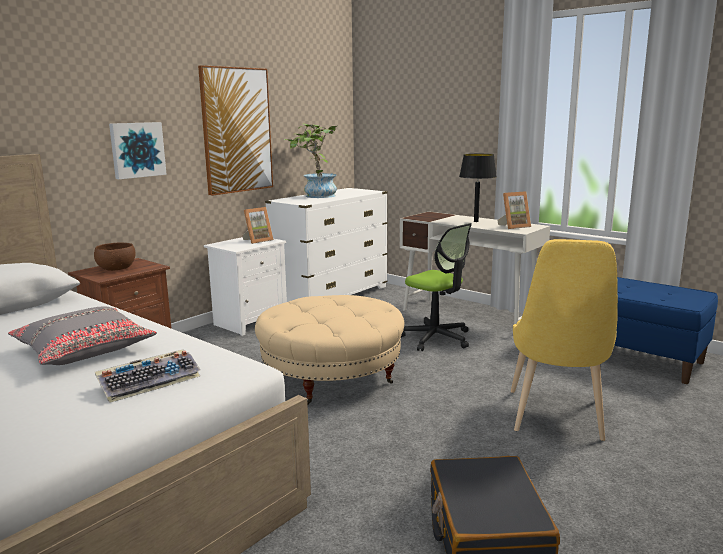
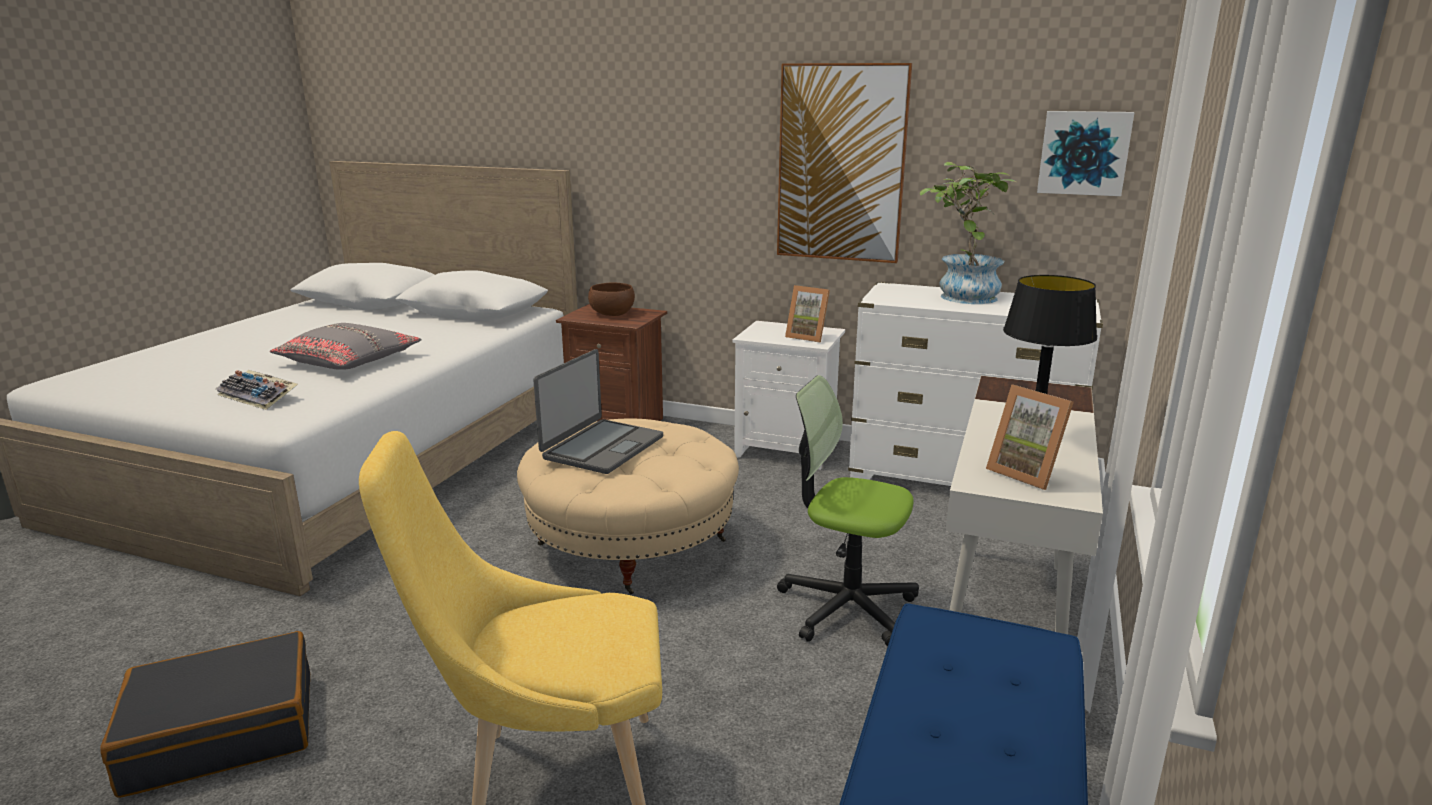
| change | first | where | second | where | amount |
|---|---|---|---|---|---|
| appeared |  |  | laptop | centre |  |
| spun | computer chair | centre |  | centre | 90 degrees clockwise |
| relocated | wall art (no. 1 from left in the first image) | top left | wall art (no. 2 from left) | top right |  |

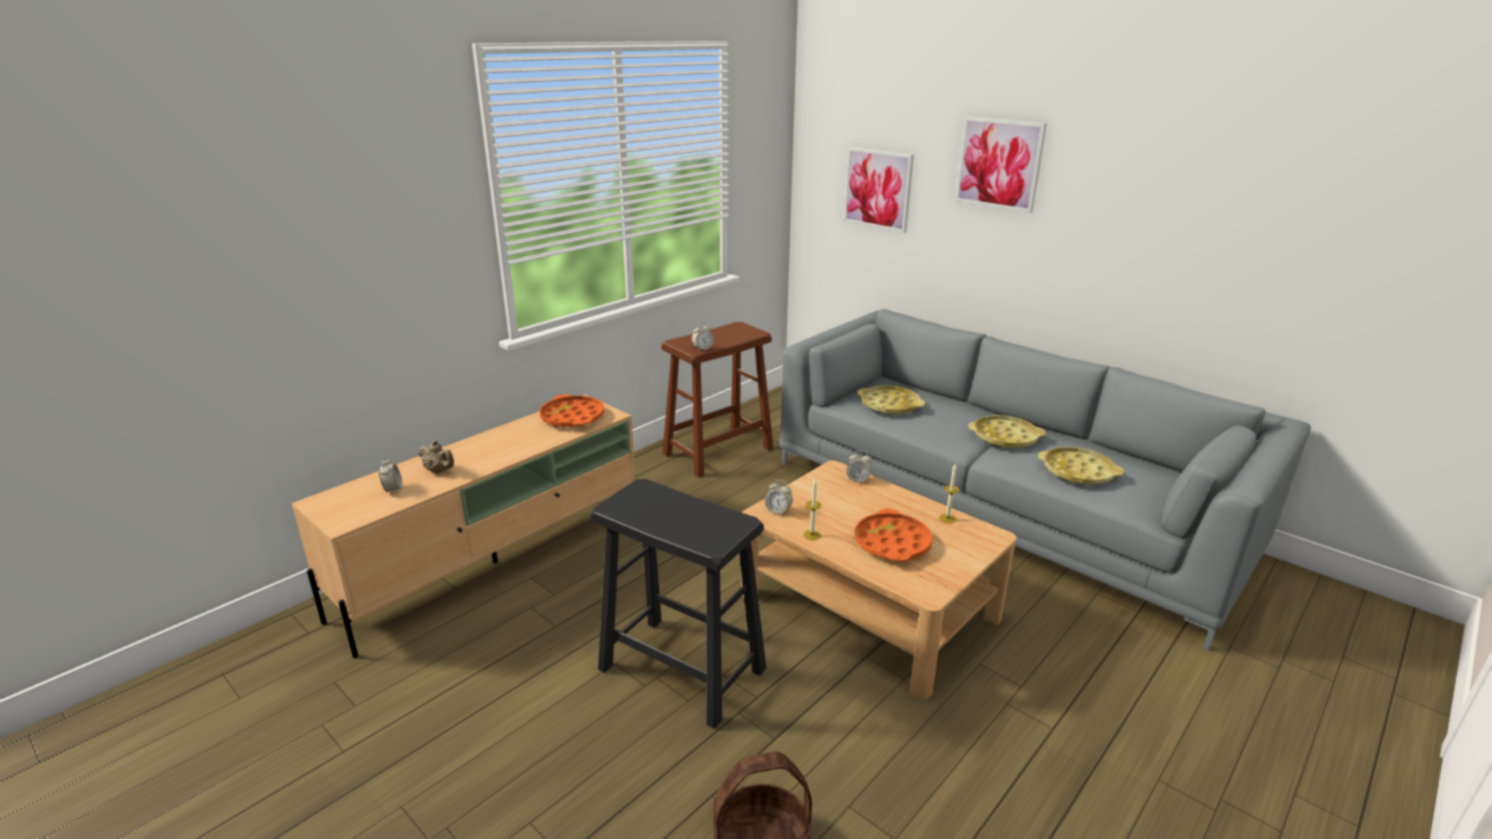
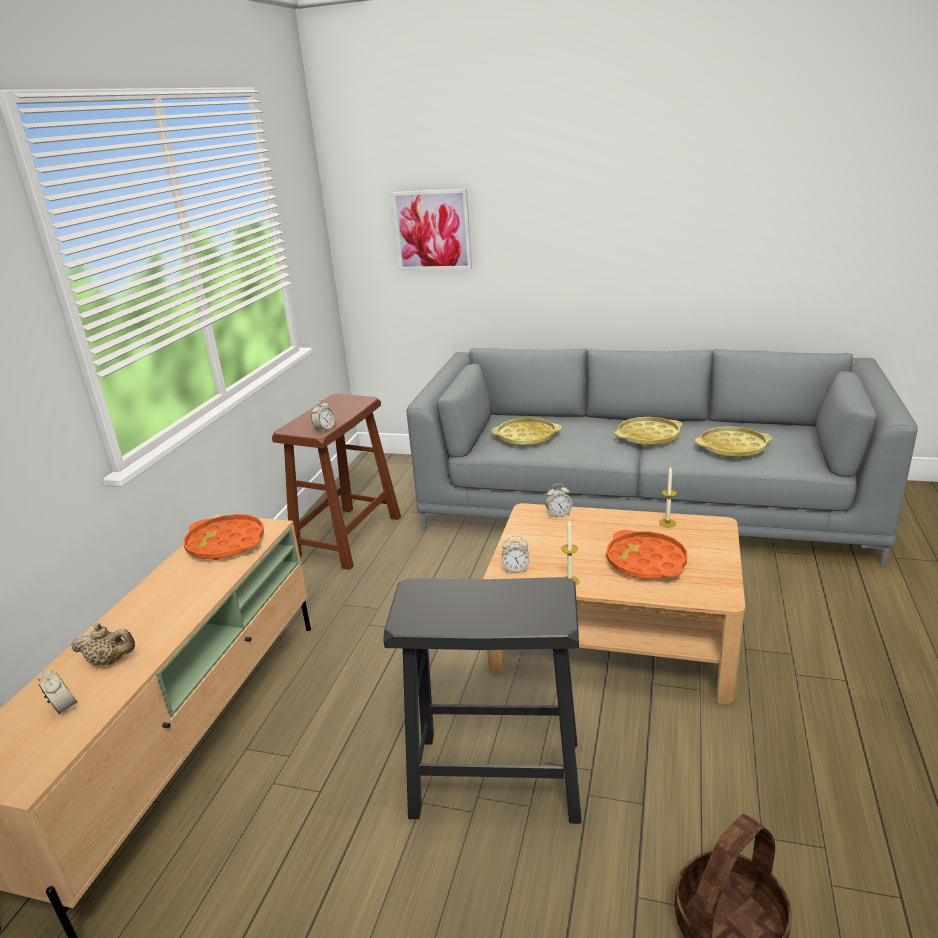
| change | first | where | second | where | amount |
|---|---|---|---|---|---|
| missing | wall art (no. 2 from left) | top right |  |  |  |

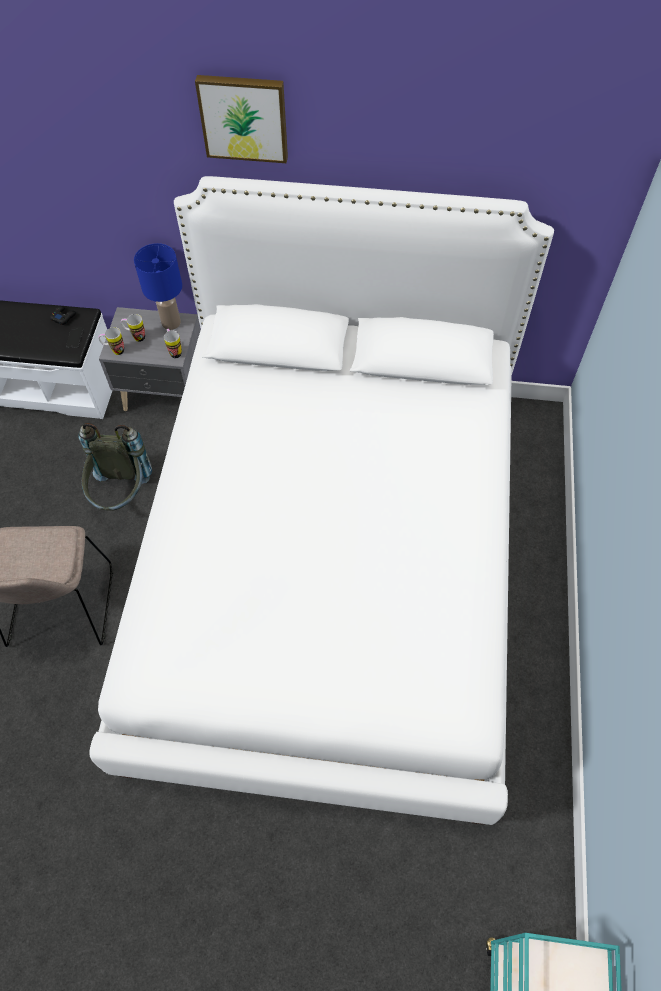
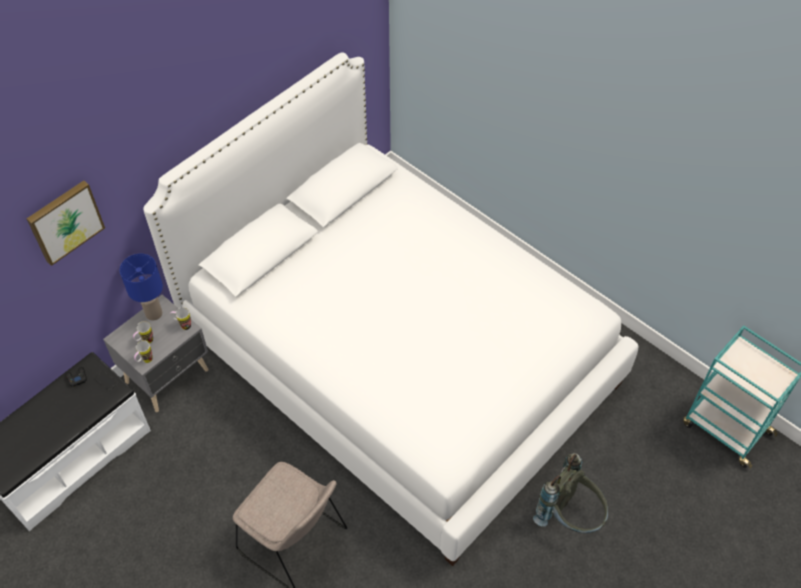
| change | first | where | second | where | amount |
|---|---|---|---|---|---|
| relocated | wall art | top centre |  | middle left |  |
| relocated | knapsack in gray | middle left |  | bottom right |  |

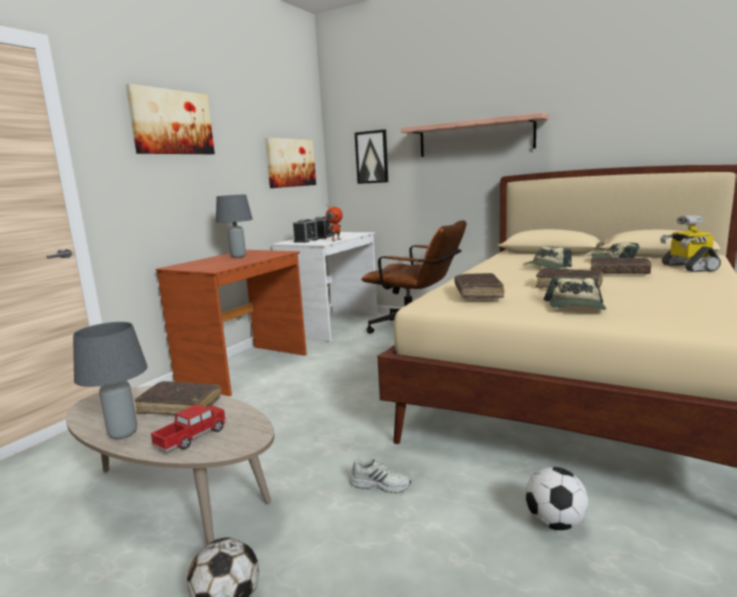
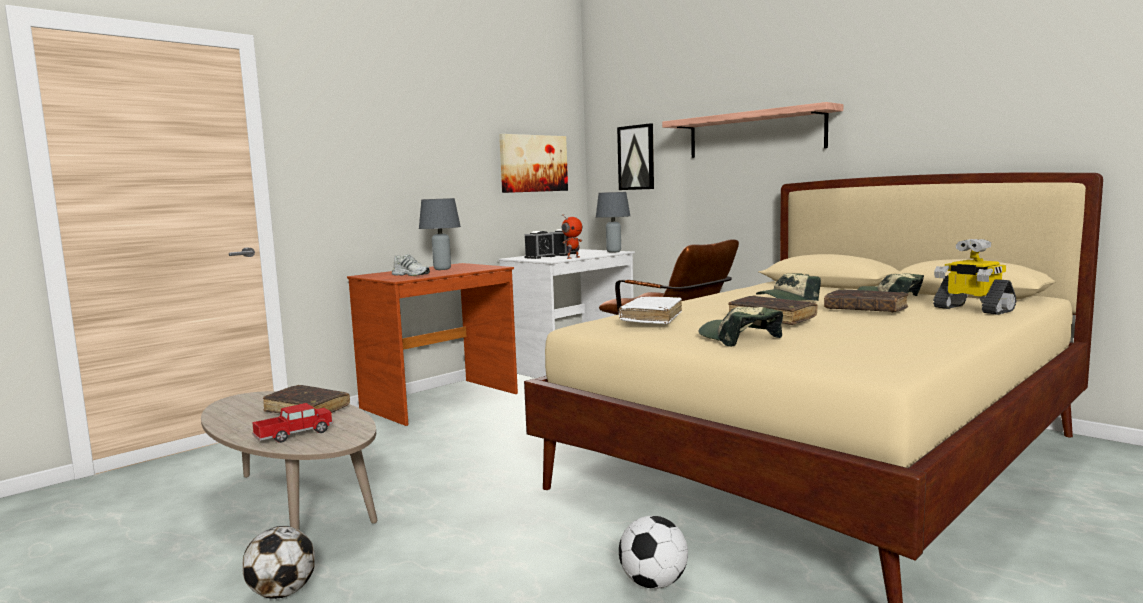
| change | first | where | second | where | amount |
|---|---|---|---|---|---|
| relocated | low shoe in white | bottom centre |  | centre |  |
| relocated | lamp for a table in gray (no. 1 from left in the first image) | middle left | lamp for a table in gray (no. 2 from left) | centre |  |
| colour | bound book in brownish (no. 2 from left) | centre | bound book in white | centre |  |
| spun | baseball cap (no. 2 from left in the first image) | middle right | baseball cap (no. 1 from left) | centre | 120 degrees clockwise |
| spun | toy robot (no. 2 from left) | middle right |  | middle right | 45 degrees counterclockwise |
| missing | wall art (no. 1 from left) | top left |  |  |  |

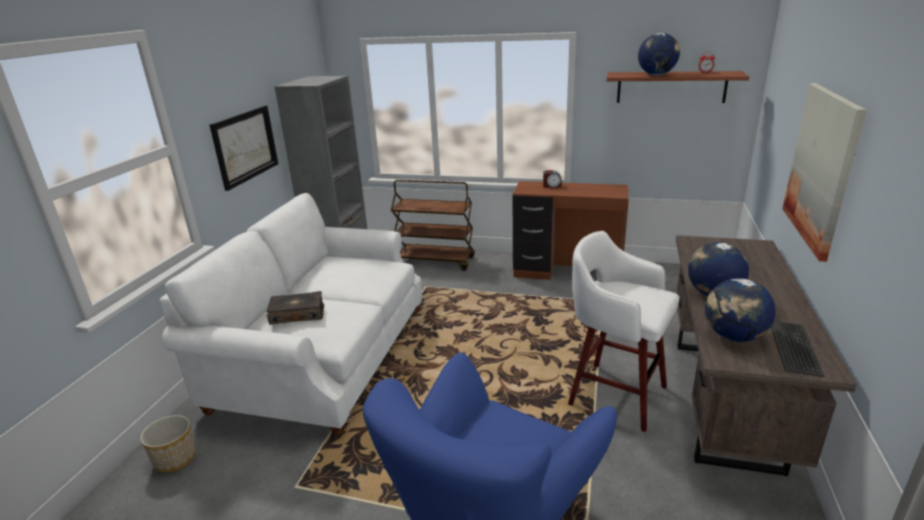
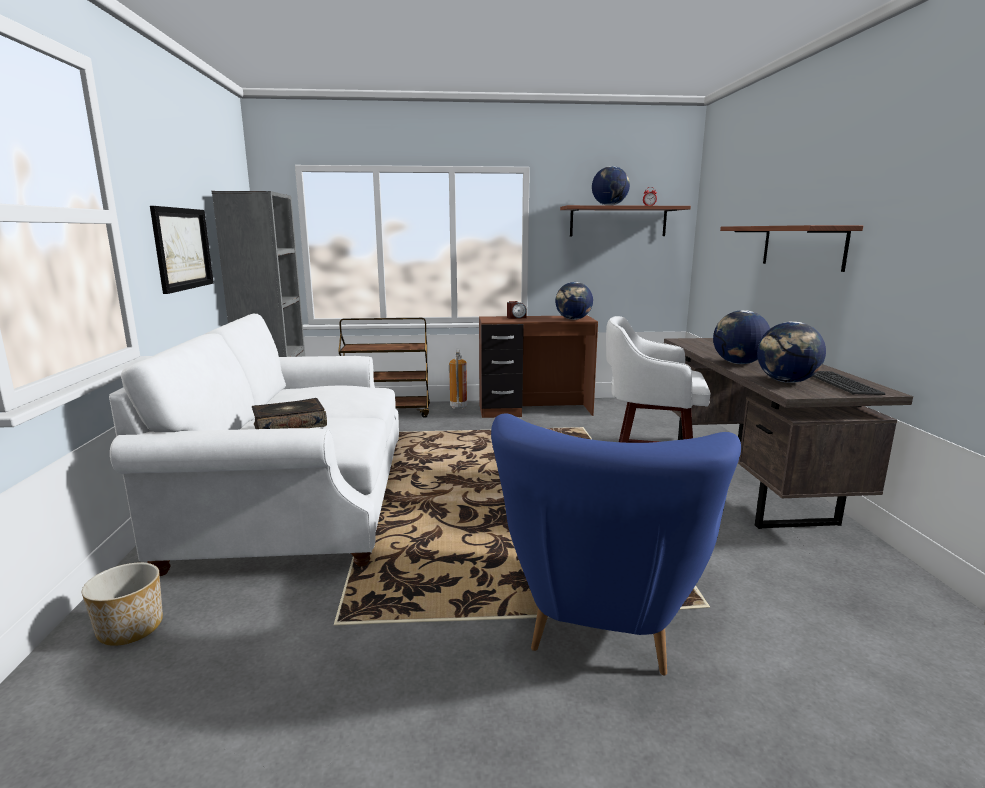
| change | first | where | second | where | amount |
|---|---|---|---|---|---|
| appeared |  |  | extinguisher | centre |  |
| appeared |  |  | world globe (no. 1 from left) | centre |  |
| exchanged | wall art (no. 2 from left) | top right | bracket shelf (no. 2 from left) | top right |  |

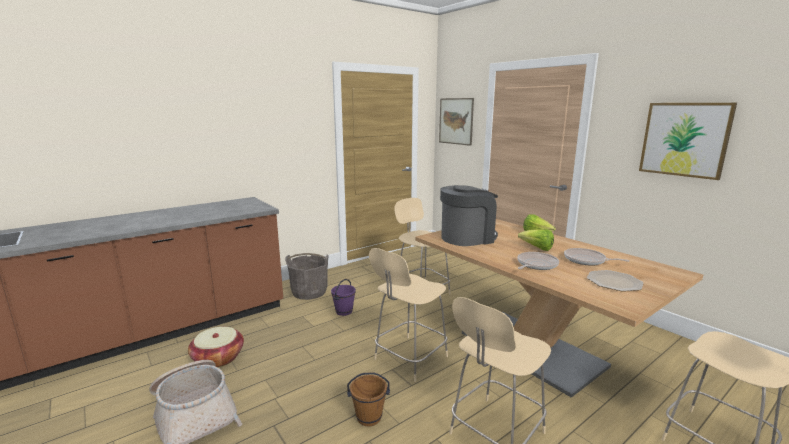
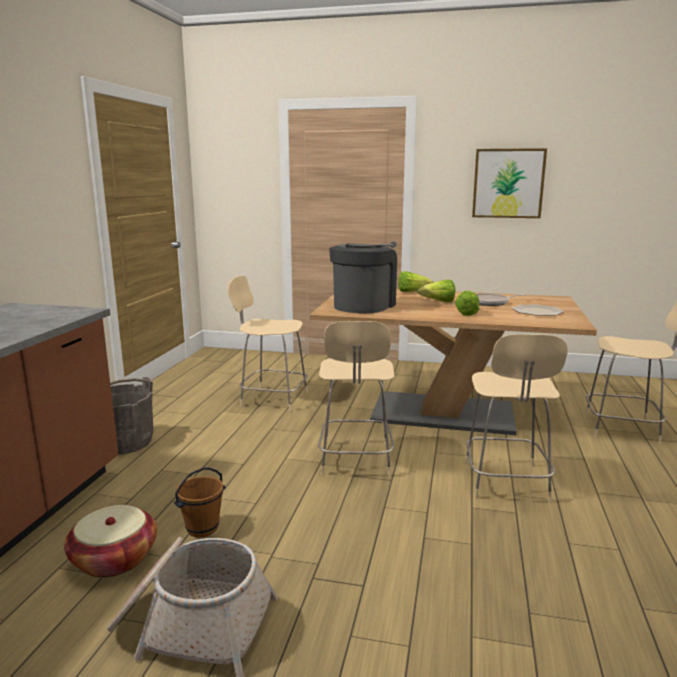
| change | first | where | second | where | amount |
|---|---|---|---|---|---|
| relocated | pail in brownish | bottom centre |  | bottom left |  |
| exchanged | pan (no. 1 from left) | middle right | lettuce head (no. 3 from left) | middle right |  |
| missing | pail in purplish | bottom centre |  |  |  |
| missing | wall art (no. 1 from left) | top centre |  |  |  |

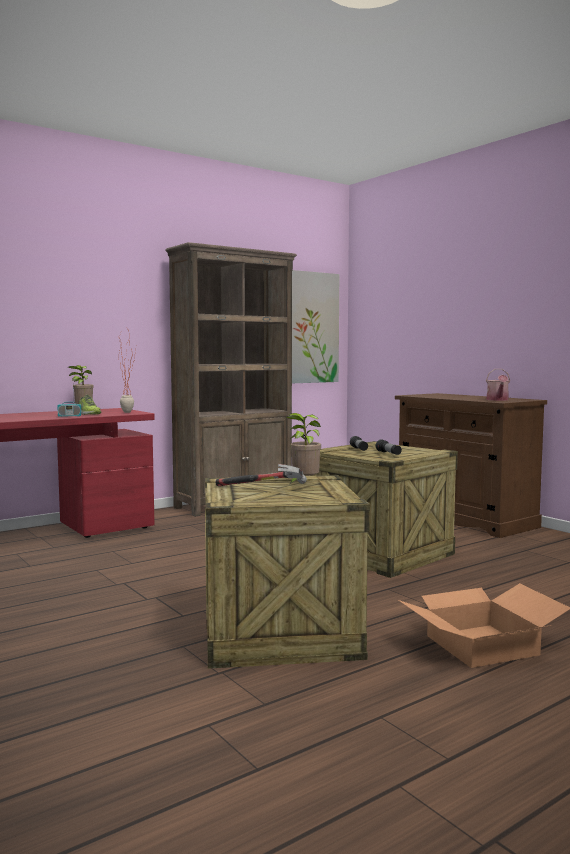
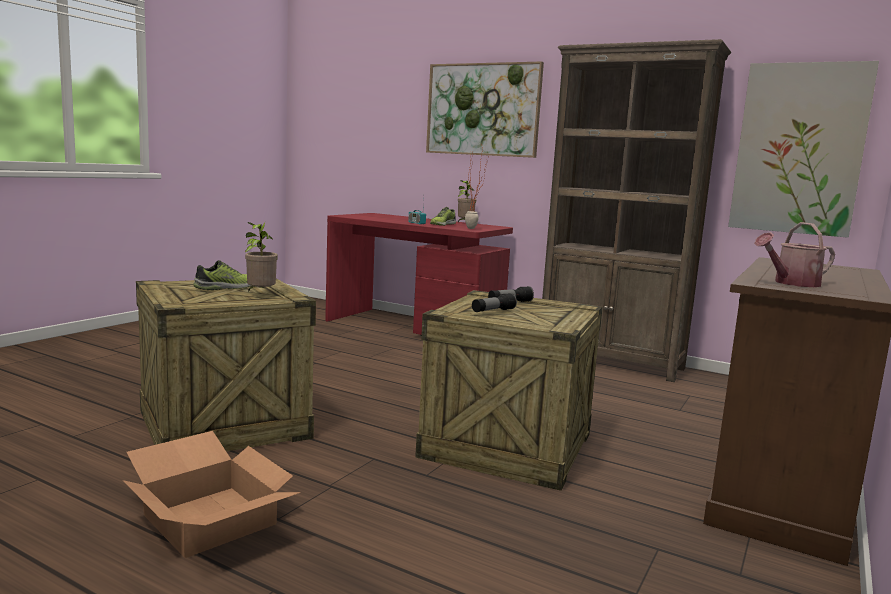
| change | first | where | second | where | amount |
|---|---|---|---|---|---|
| exchanged | tool hammer | centre | low shoe (no. 1 from left) | middle left |  |
| appeared |  |  | wall art (no. 1 from left) | top centre |  |

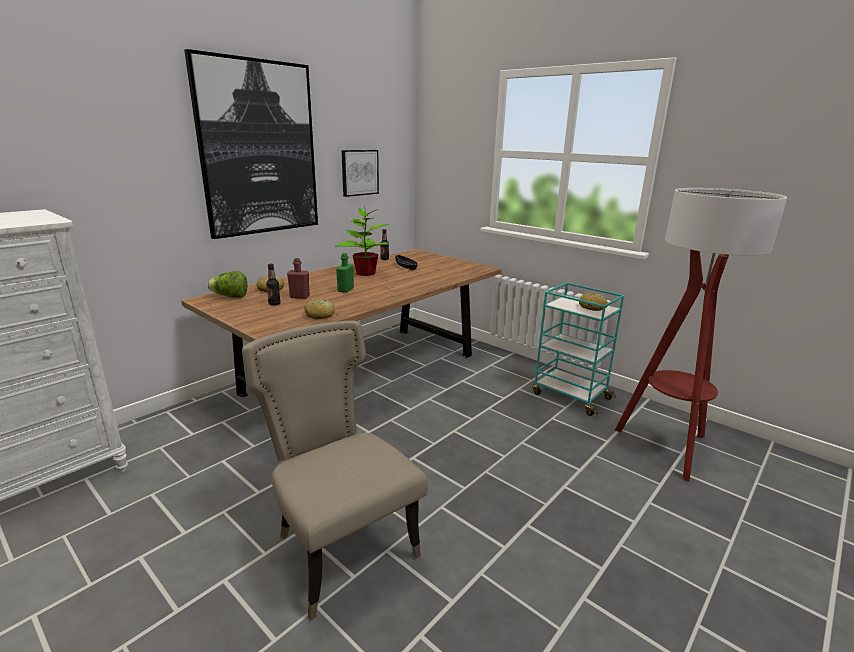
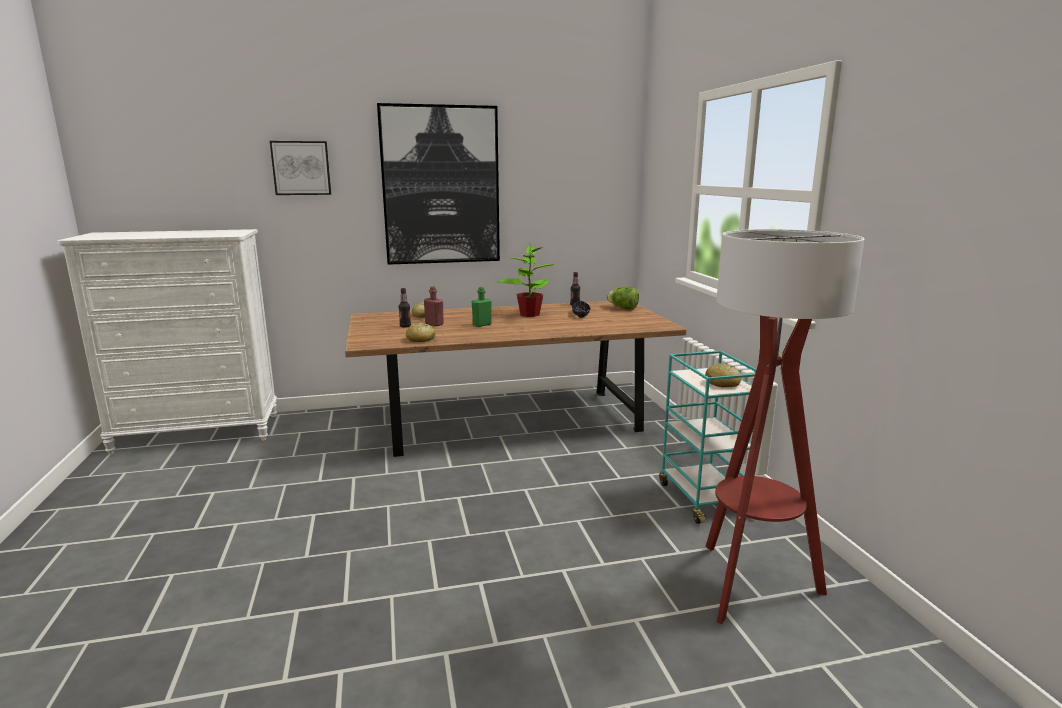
| change | first | where | second | where | amount |
|---|---|---|---|---|---|
| relocated | wall art (no. 2 from left in the first image) | top centre | wall art (no. 1 from left) | top left |  |
| relocated | lettuce head | middle left |  | centre |  |
| missing | plain chair in sand-coloured | bottom centre |  |  |  |

